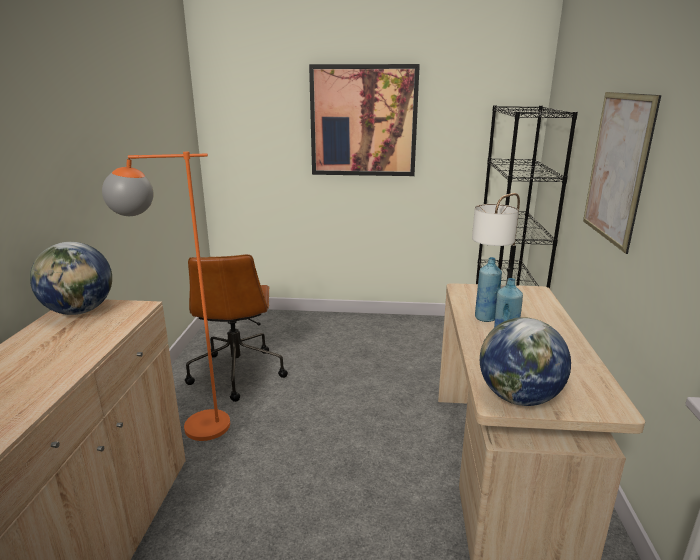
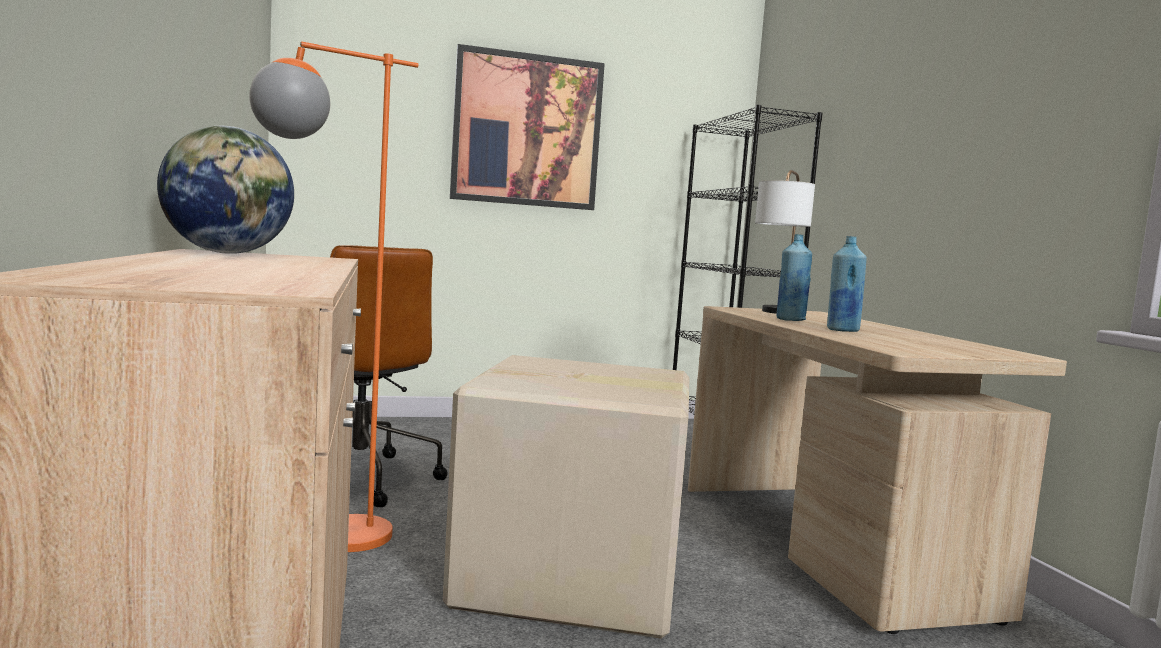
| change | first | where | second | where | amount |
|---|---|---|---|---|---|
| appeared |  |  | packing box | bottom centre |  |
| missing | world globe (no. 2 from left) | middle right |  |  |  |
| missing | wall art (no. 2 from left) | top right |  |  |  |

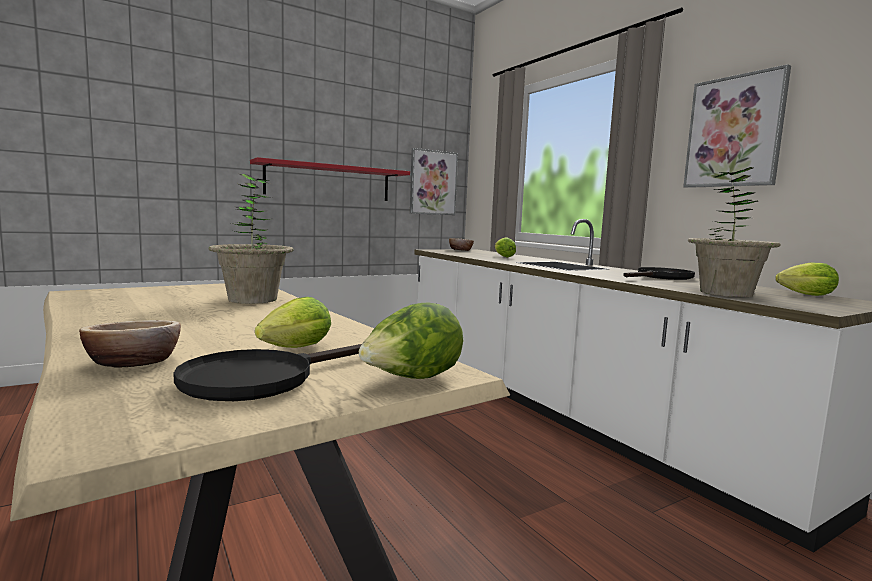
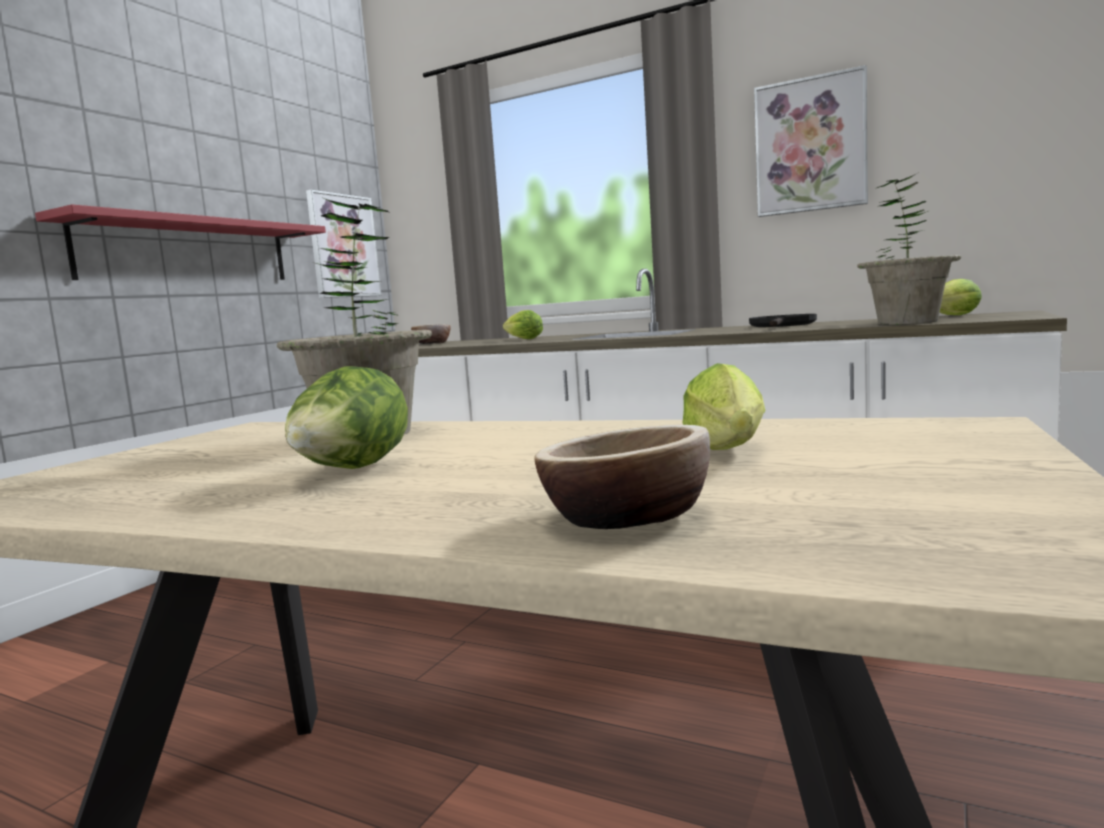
| change | first | where | second | where | amount |
|---|---|---|---|---|---|
| relocated | lettuce head (no. 2 from left in the first image) | centre | lettuce head (no. 1 from left) | middle left |  |
| missing | pan in black (no. 1 from left) | middle left |  |  |  |

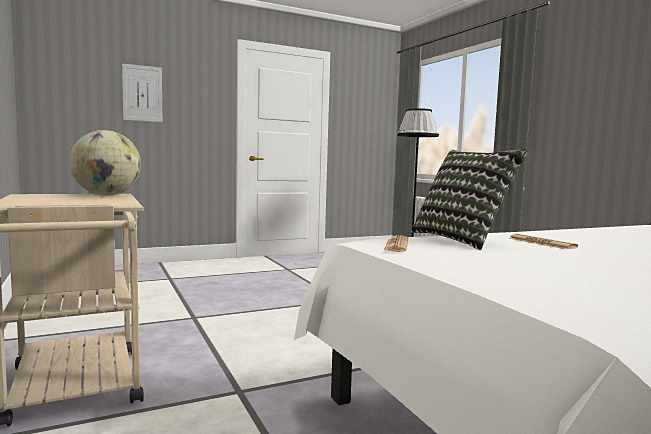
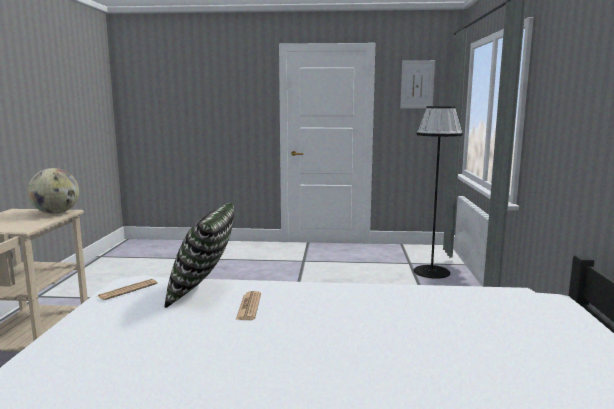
| change | first | where | second | where | amount |
|---|---|---|---|---|---|
| relocated | wall art | top left |  | top right |  |

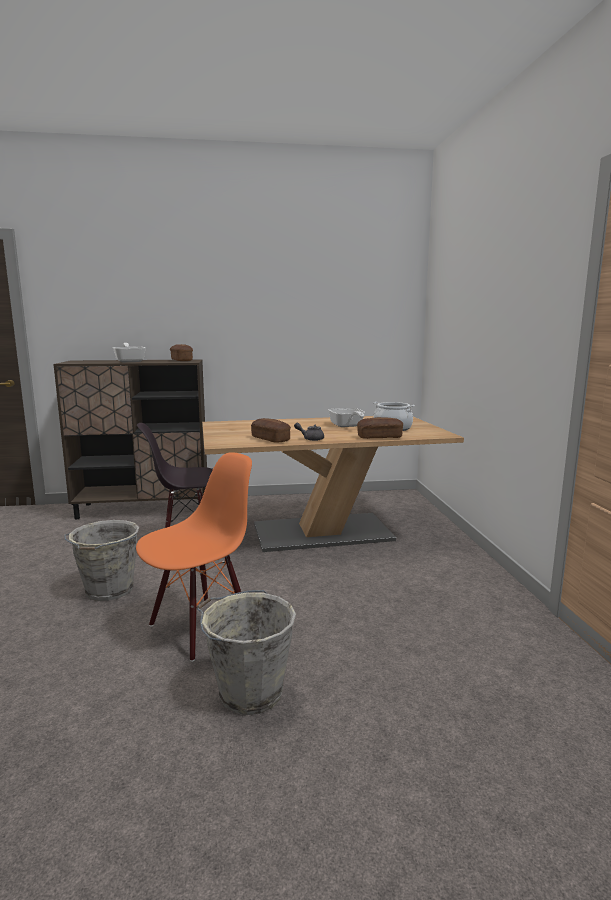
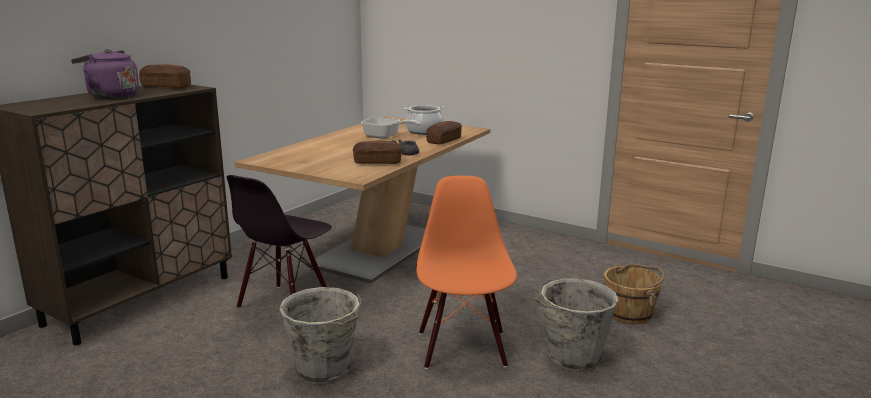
| change | first | where | second | where | amount |
|---|---|---|---|---|---|
| exchanged | pan (no. 1 from left) | middle left | kettle in purplish | top left |  |
| appeared |  |  | pail in brownish | bottom right |  |

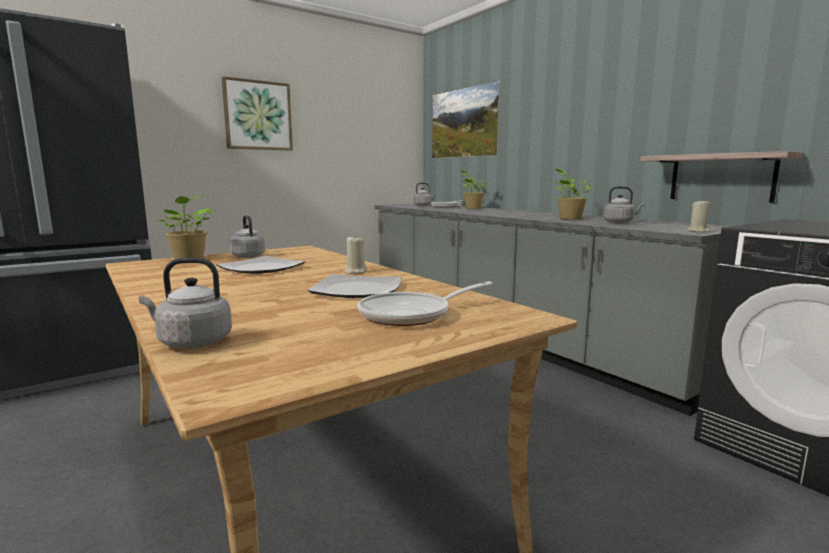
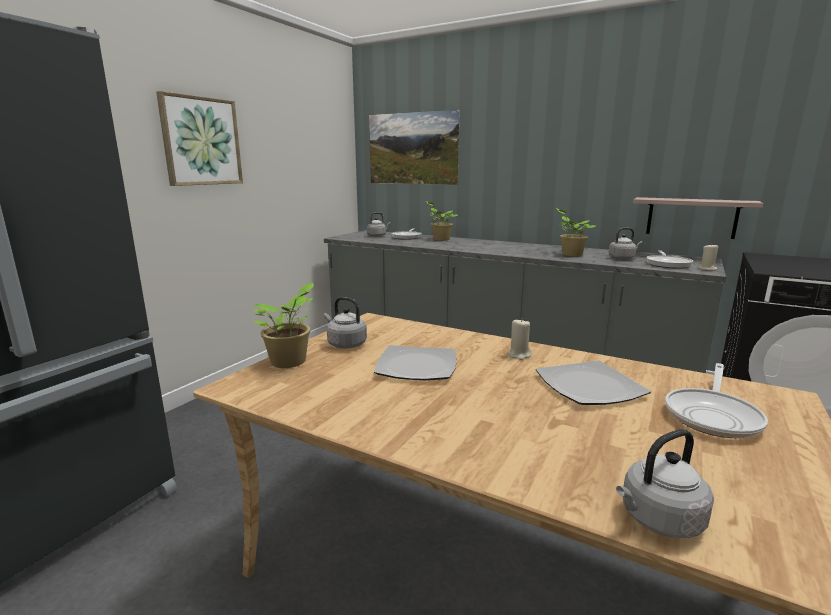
| change | first | where | second | where | amount |
|---|---|---|---|---|---|
| appeared |  |  | pan (no. 2 from left) | middle right |  |

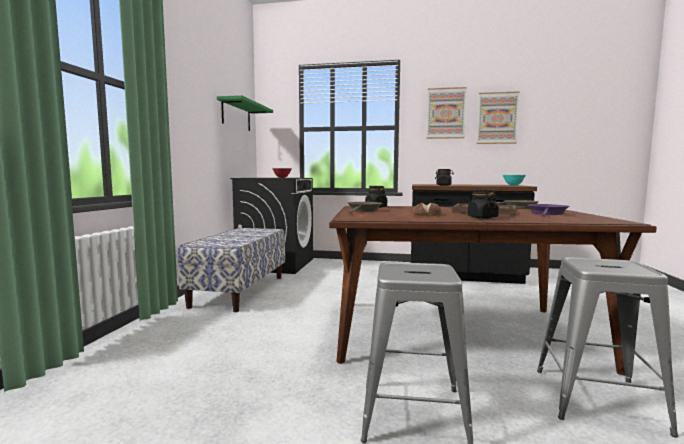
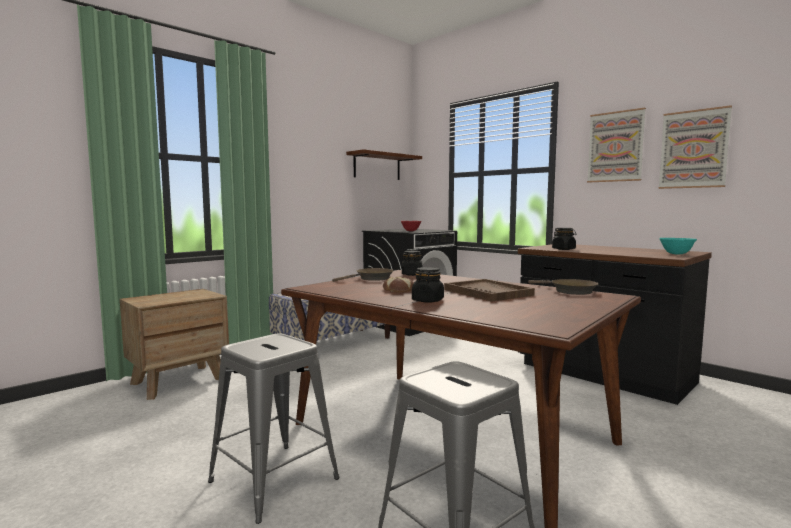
| change | first | where | second | where | amount |
|---|---|---|---|---|---|
| appeared |  |  | bedside table in brownish | middle left |  |
| colour | bracket shelf in green | top centre | bracket shelf in brownish | top centre |  |
| missing | pan in purplish | middle right |  |  |  |

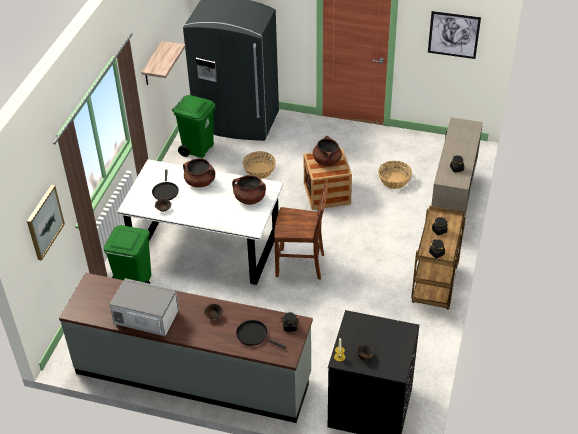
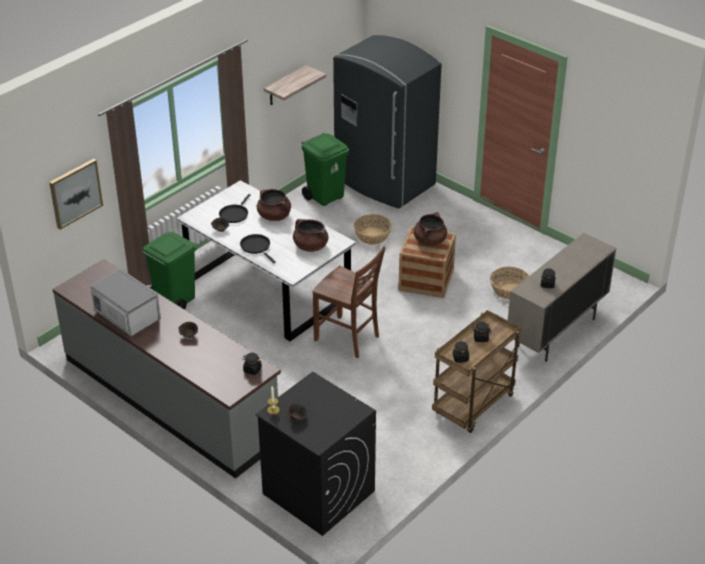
| change | first | where | second | where | amount |
|---|---|---|---|---|---|
| relocated | pan in black (no. 2 from left) | bottom centre |  | centre |  |
| missing | wall art (no. 2 from left) | top right |  |  |  |

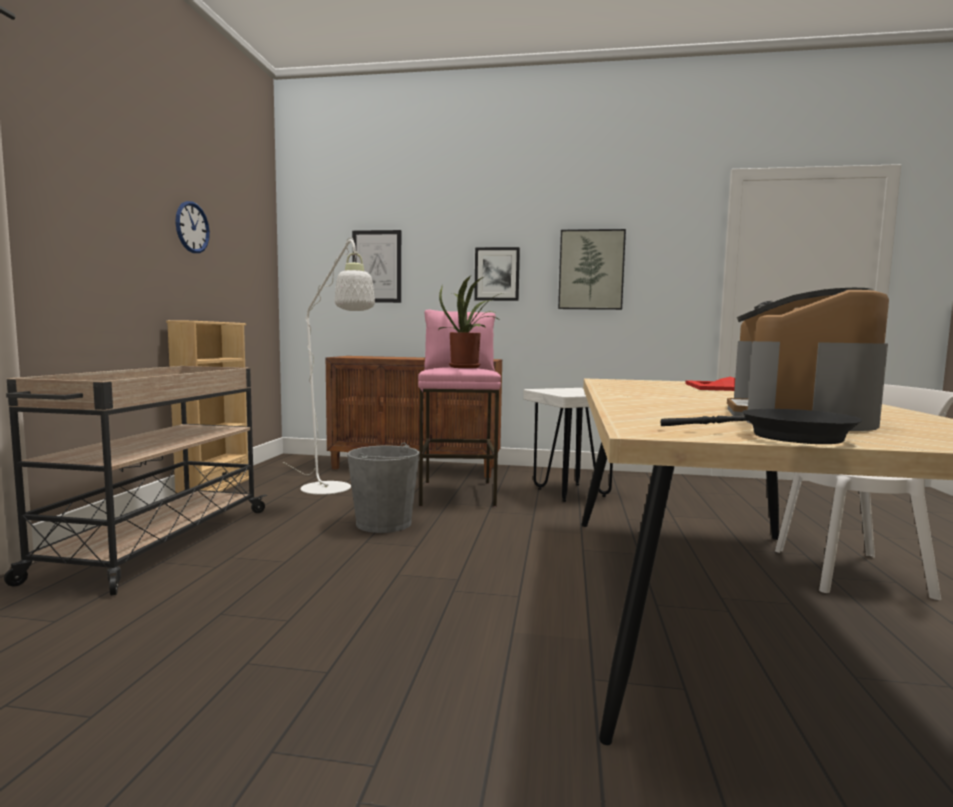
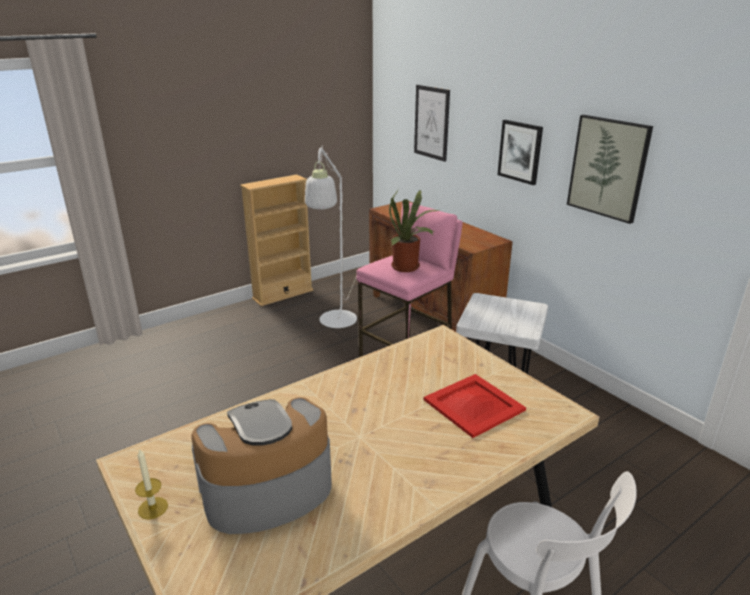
| change | first | where | second | where | amount |
|---|---|---|---|---|---|
| exchanged | pan in black | middle right | wax light | bottom left |  |
| missing | cart in sand-coloured | middle left |  |  |  |
| missing | clock on the wall | top left |  |  |  |
| missing | pail in gray | centre |  |  |  |

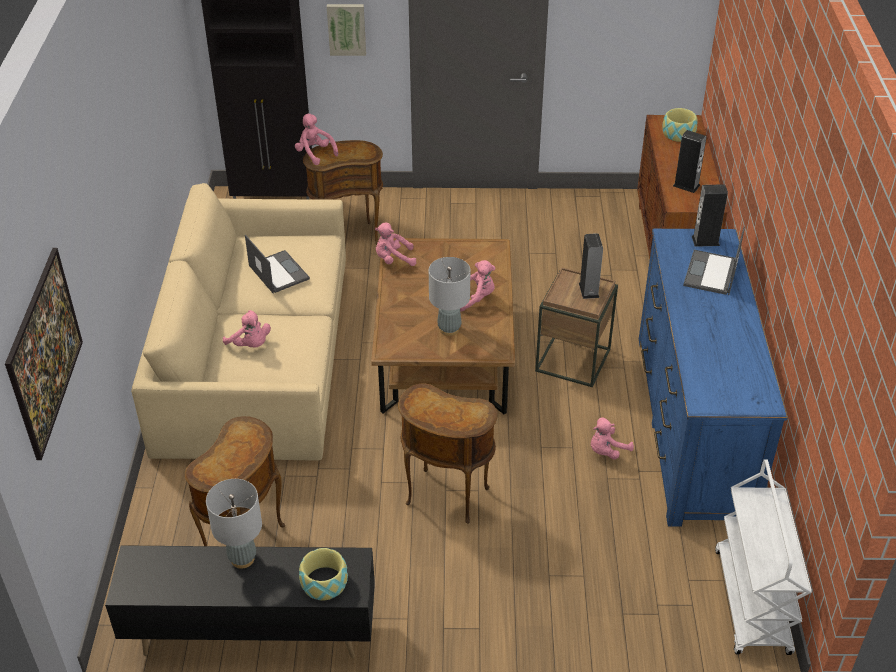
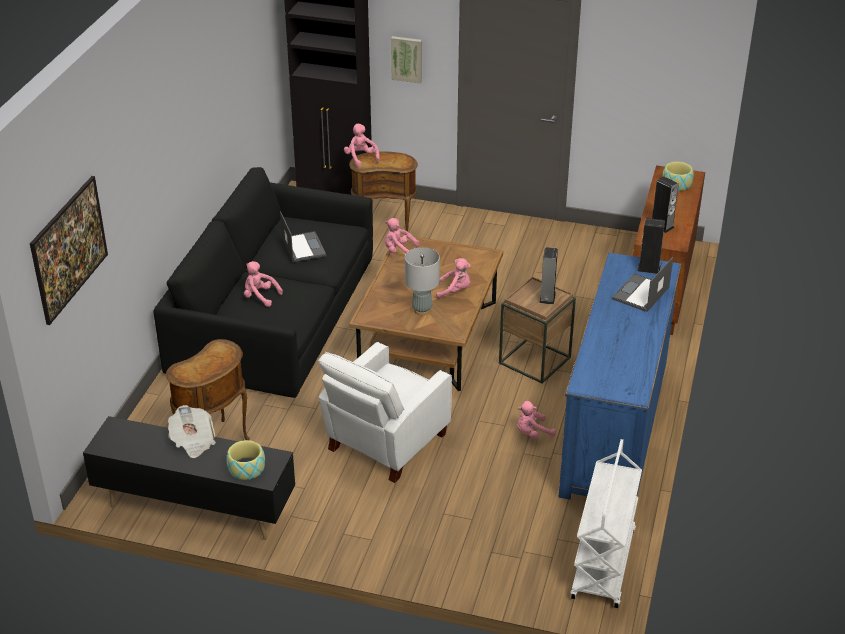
| change | first | where | second | where | amount |
|---|---|---|---|---|---|
| colour | couch in sand-coloured | middle left | couch in black | middle left |  |
| exchanged | lamp for a table in gray (no. 1 from left) | bottom left | printed paper | bottom left |  |
| spun | plush toy in pink (no. 1 from left) | middle left |  | middle left | 150 degrees clockwise |
| exchanged | side table in brownish (no. 3 from left) | bottom centre | lounge chair in white | centre |  |

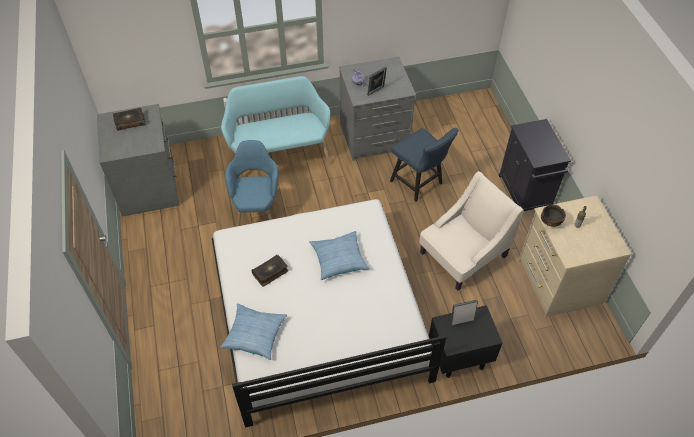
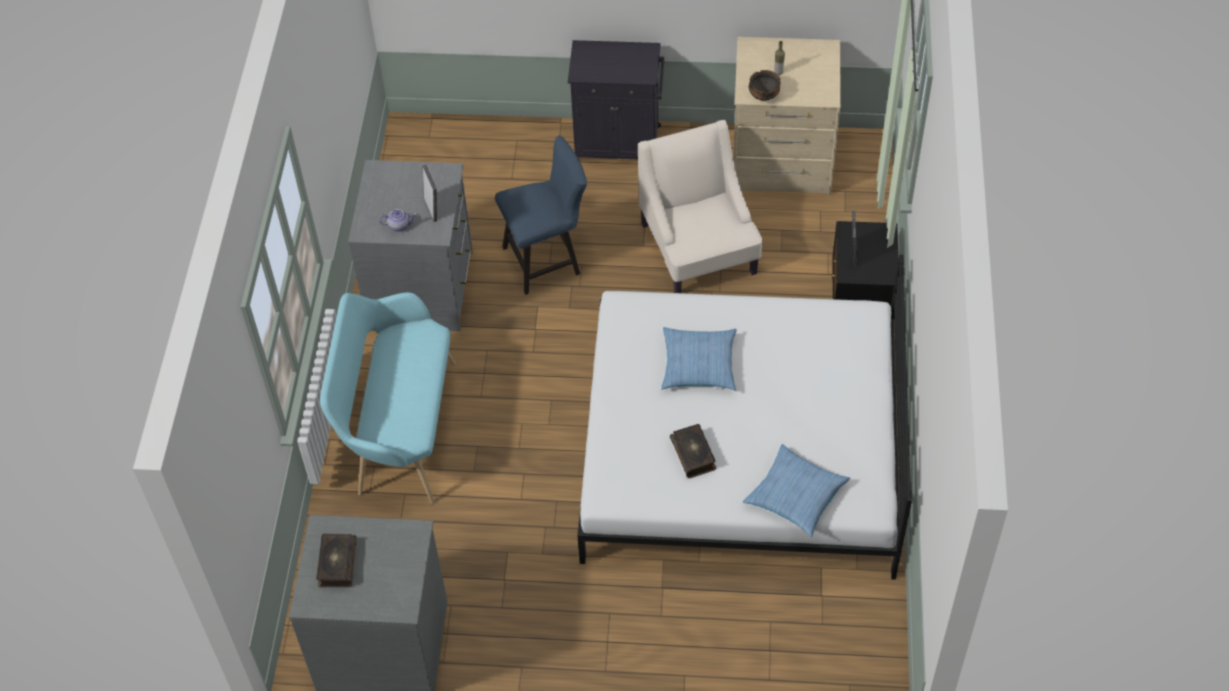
| change | first | where | second | where | amount |
|---|---|---|---|---|---|
| missing | lounge chair in blue | centre |  |  |  |

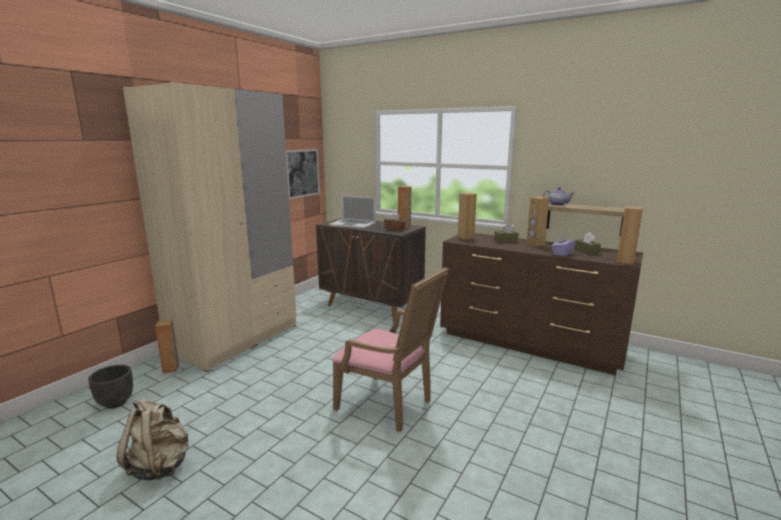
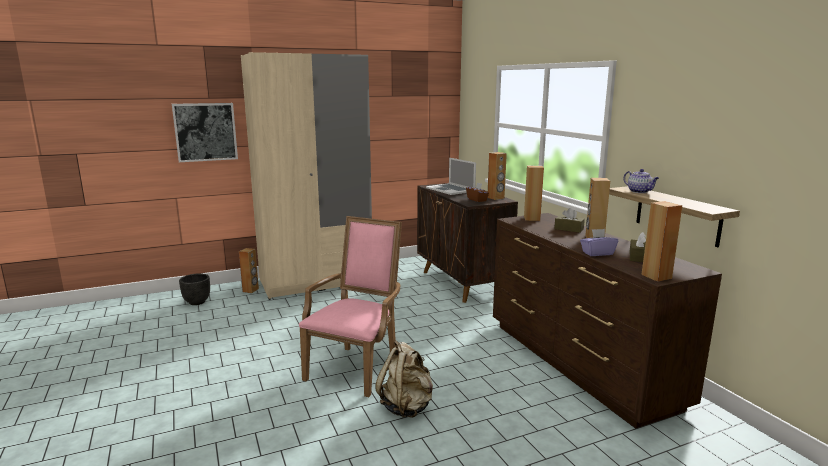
| change | first | where | second | where | amount |
|---|---|---|---|---|---|
| relocated | wall art | centre |  | top left |  |
| spun | lounge chair in pink | bottom centre |  | centre | 135 degrees counterclockwise |
| relocated | knapsack in sand-coloured | bottom left |  | bottom centre |  |

